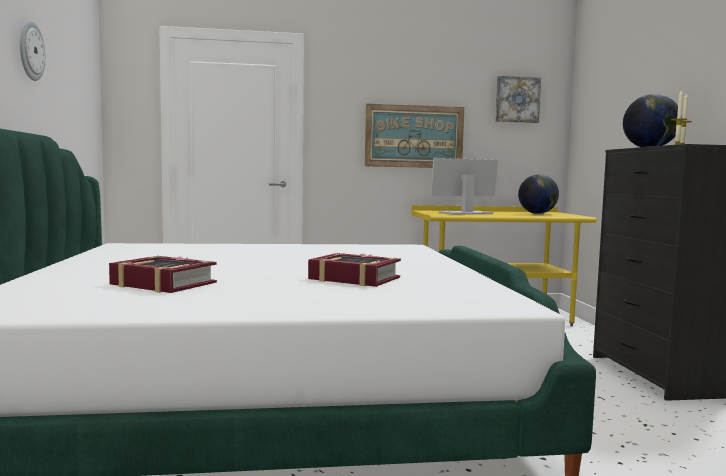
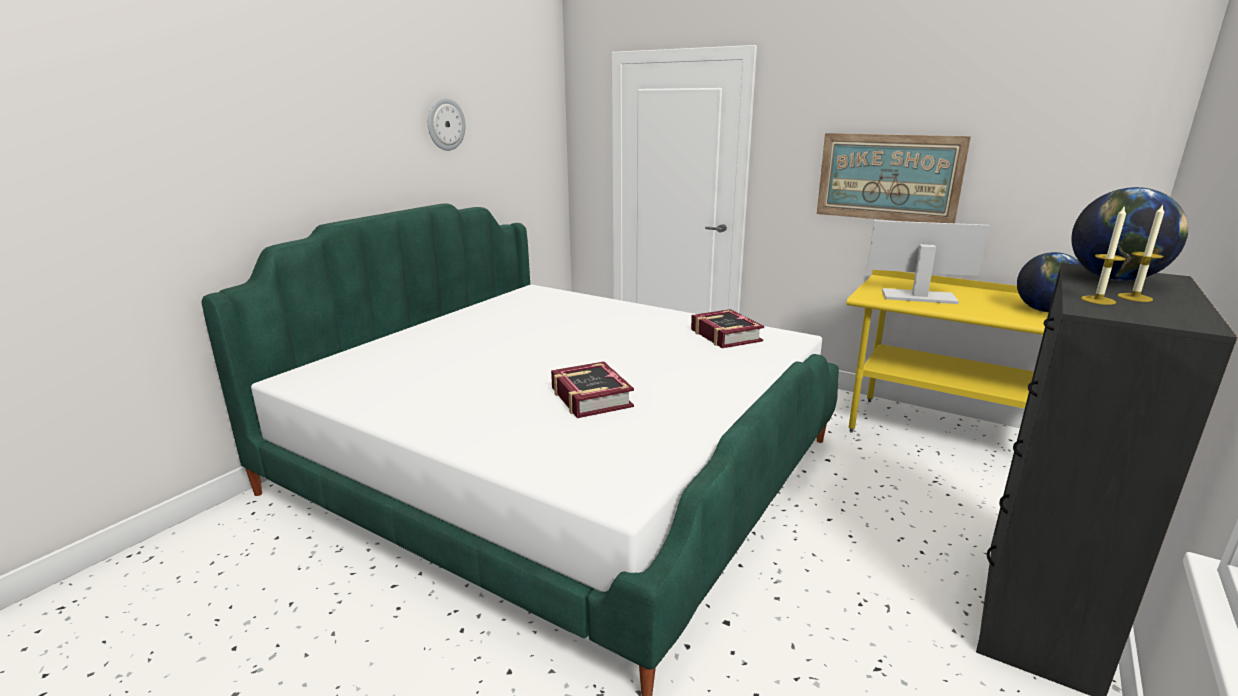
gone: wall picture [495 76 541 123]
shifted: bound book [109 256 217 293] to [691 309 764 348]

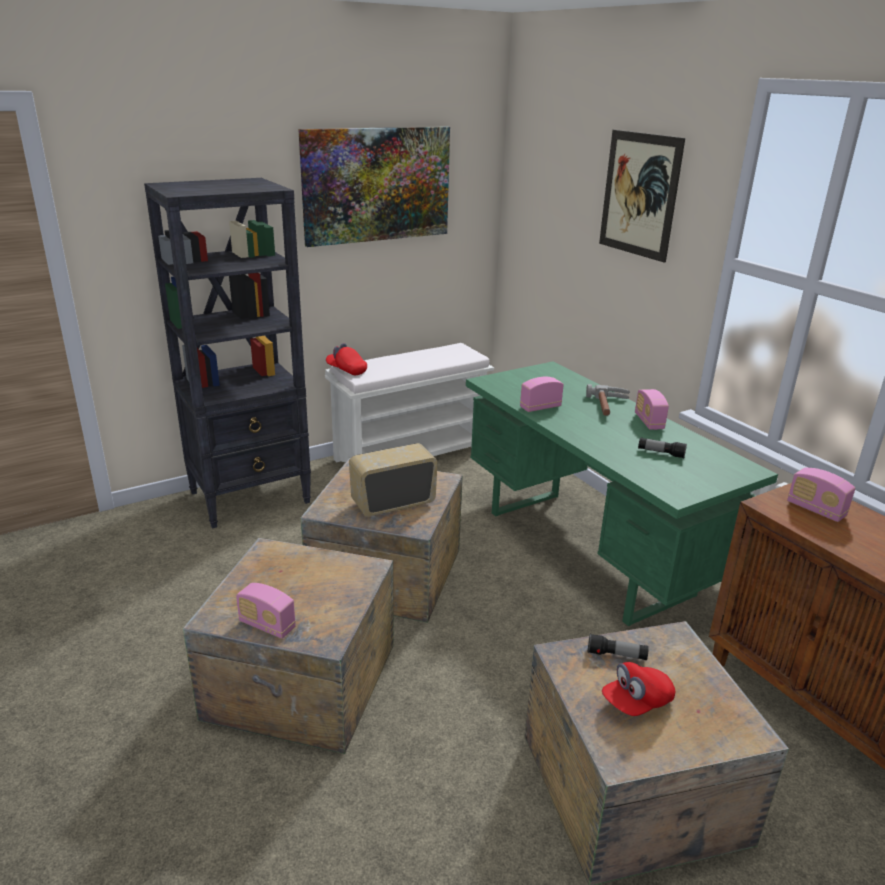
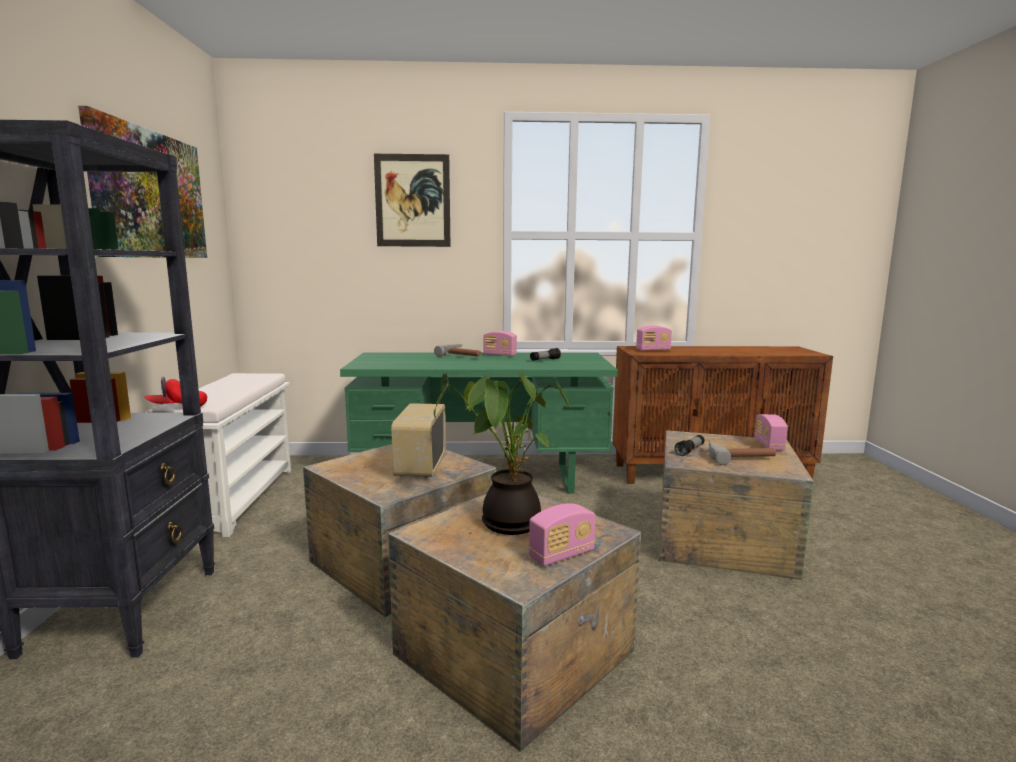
new: potted plant [434 370 571 535]
shifted: radio receiver [520 377 564 412] to [754 414 788 451]
swapped: cap (red-coloured) [602 662 675 716] to hammer [708 439 776 465]

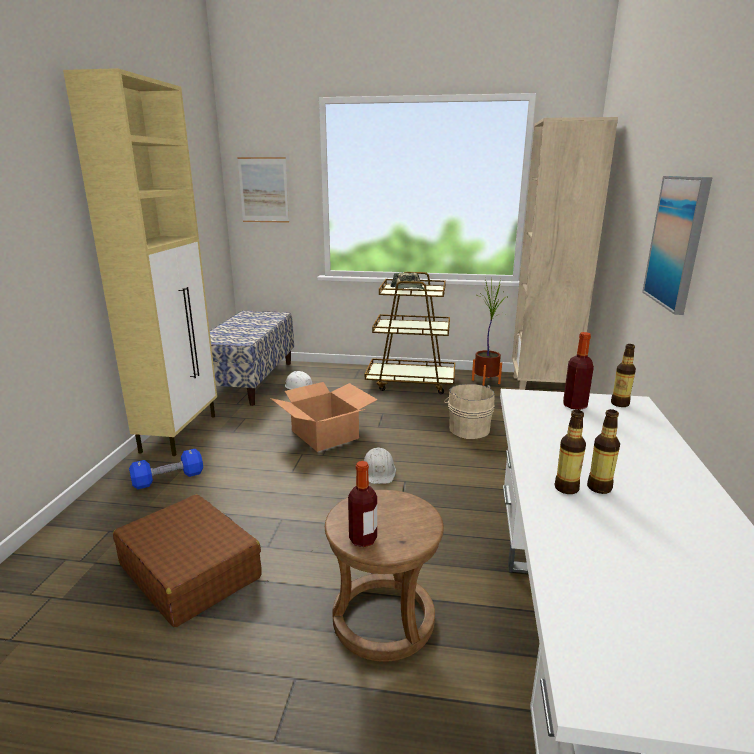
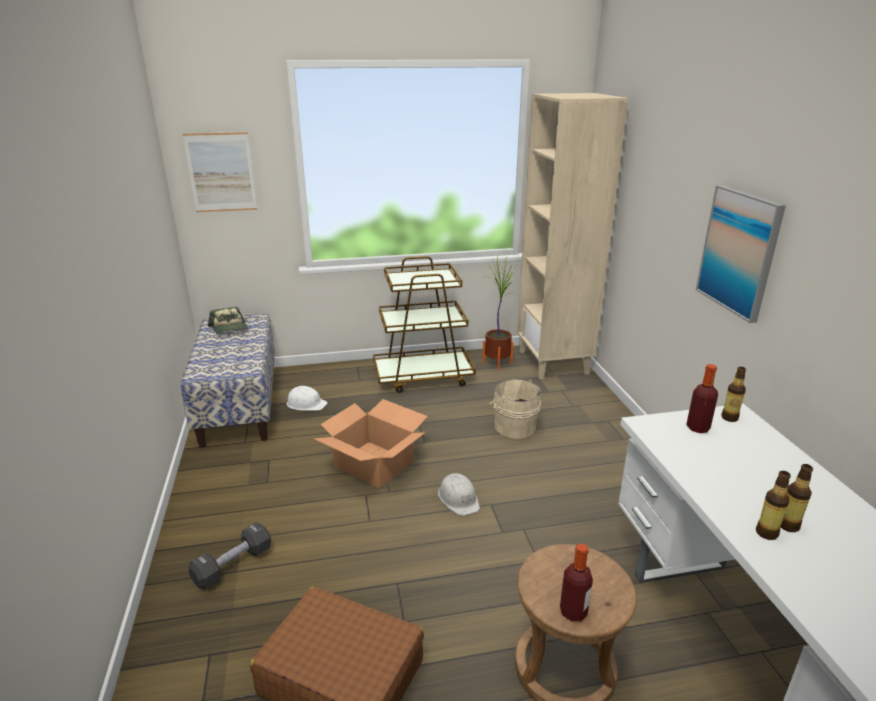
gone: cabinet (beige-coloured) [63 68 217 456]
shifted: cap [390 272 425 290] to [208 307 248 334]
repainted: free weight (blue-coloured) [129 449 203 489] to free weight (blackish) [188 522 271 589]

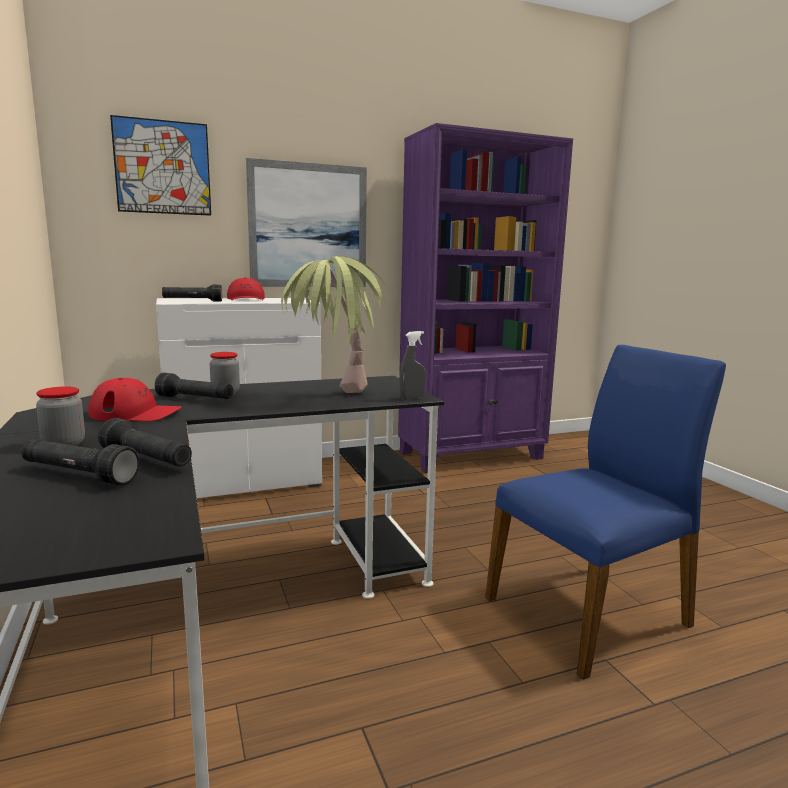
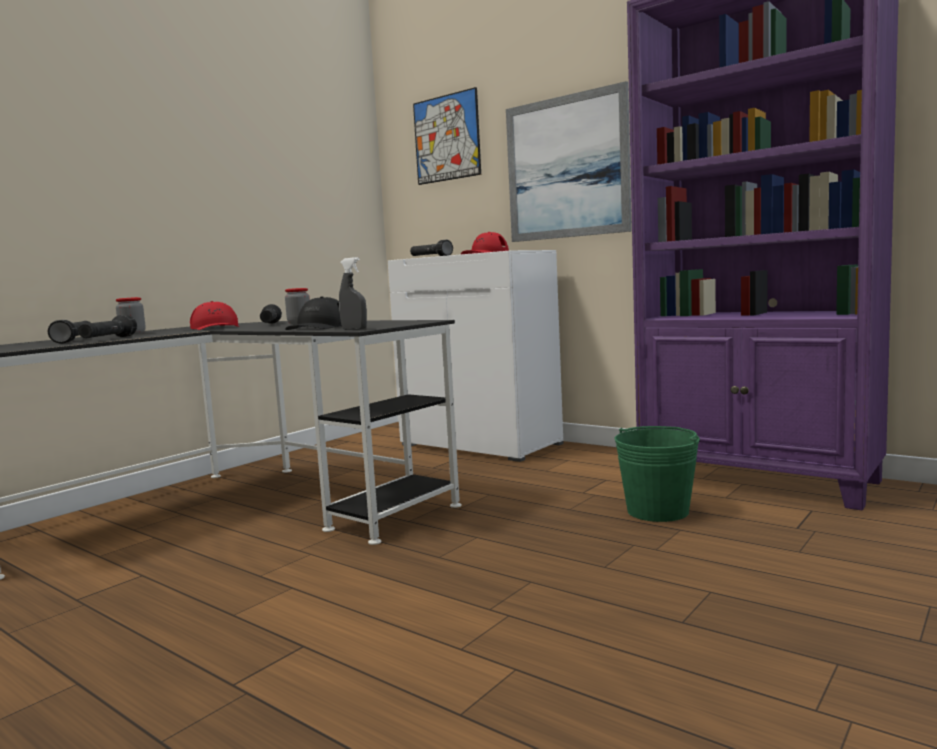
gone: chair (blue-coloured) [485 345 726 680]
new: water bucket (green) [614 426 700 522]
swapped: potted plant [281 256 390 393] to cap (blackish) [285 297 342 330]

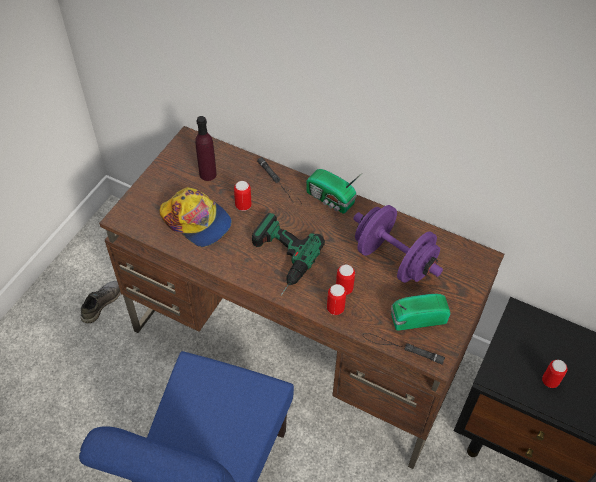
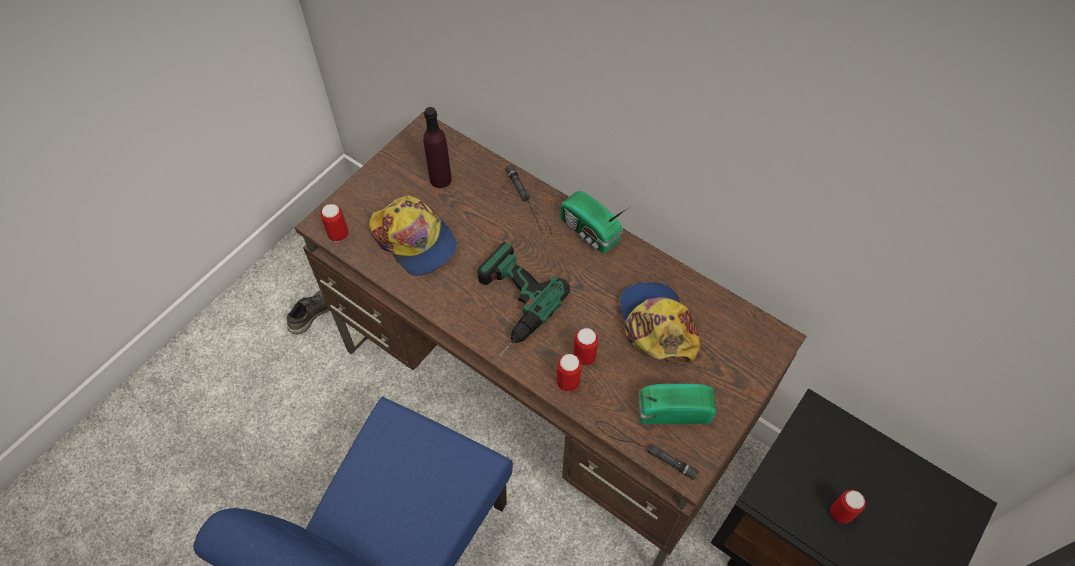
shifted: sealed can [234 181 252 211] to [321 204 349 242]
swapped: free weight (purplish) [353 205 443 283] to cap [620 282 700 364]

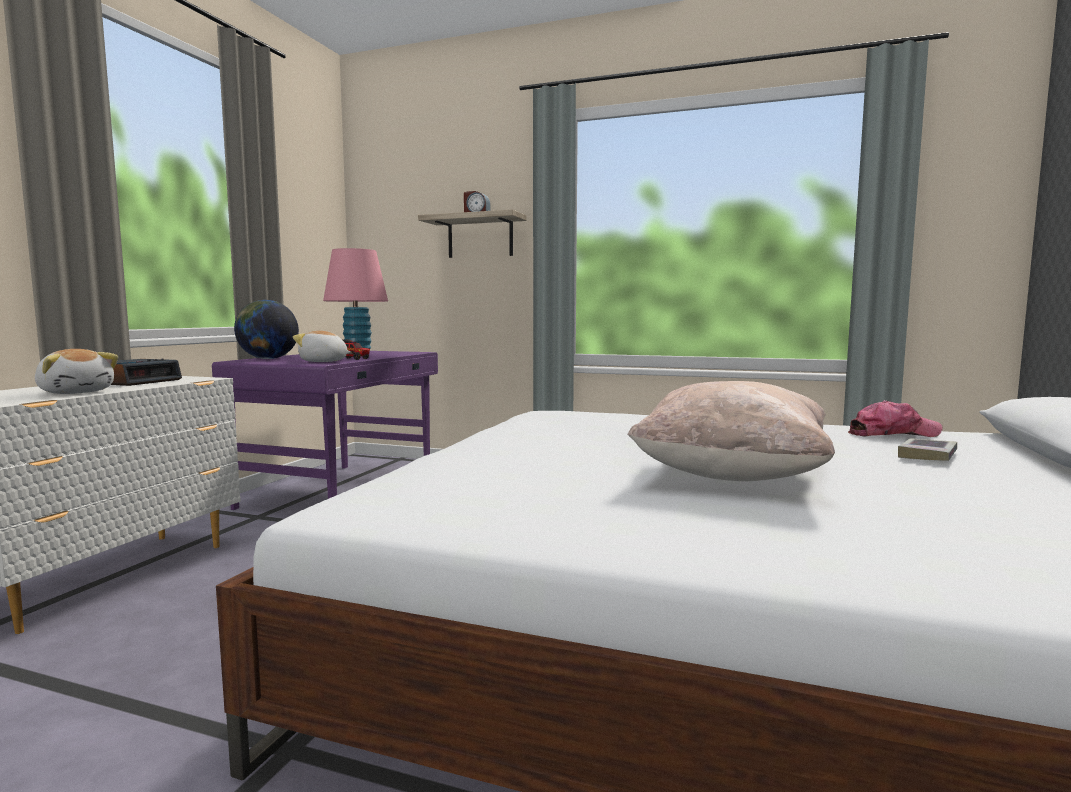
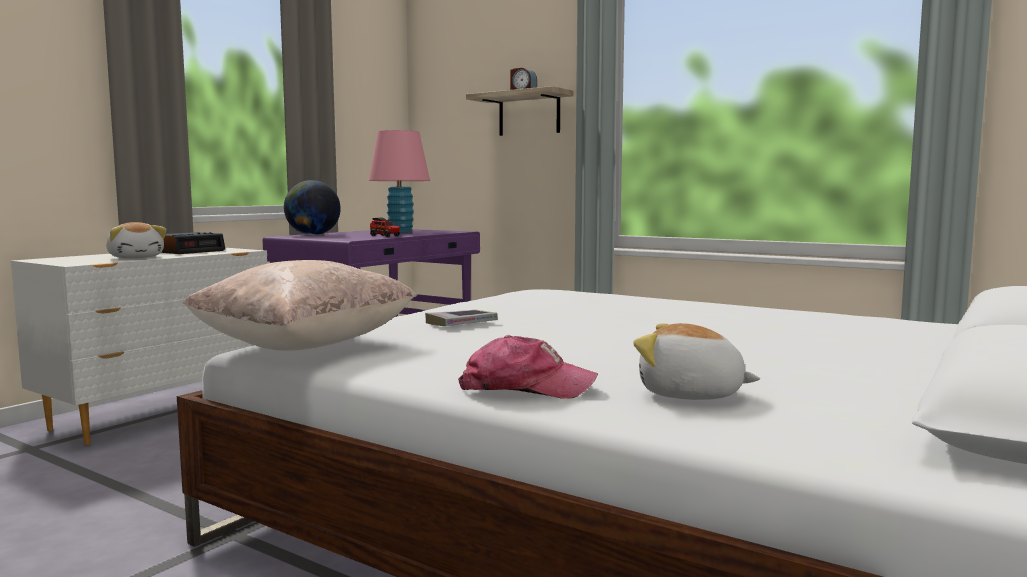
shifted: cuddly toy [293 331 351 362] to [633 323 760 400]; throw pillow (beige-coloured) [627 381 835 481] to [183 260 417 351]; cap [848 400 943 437] to [458 335 598 399]; bound book [898 439 957 461] to [425 310 498 326]

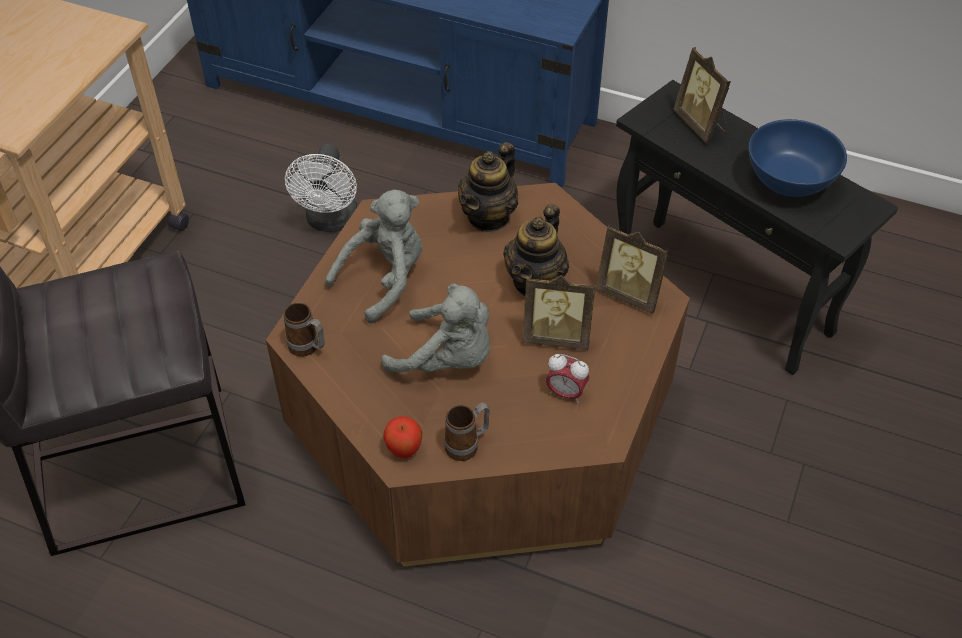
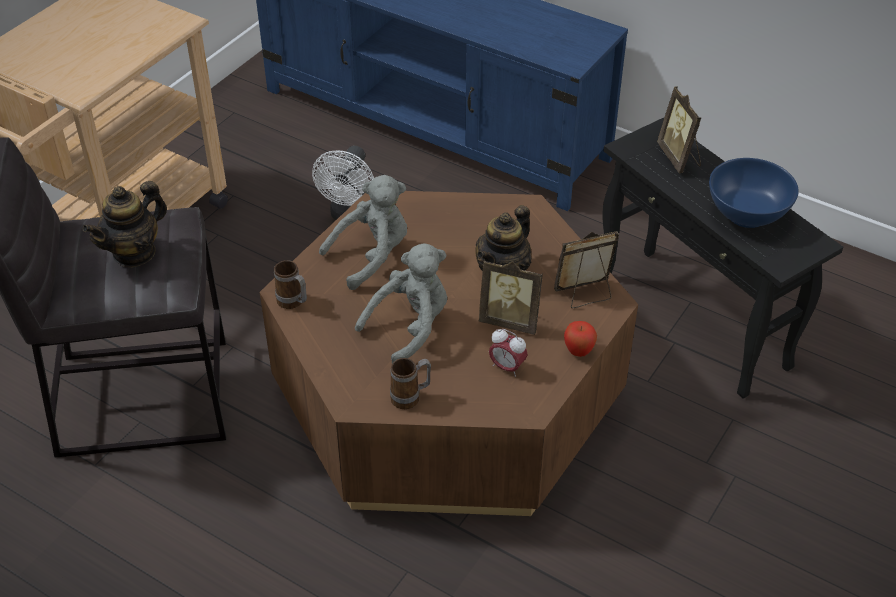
shifted: apple [383 416 422 458] to [564 321 597 357]; tea pot [458 142 518 232] to [83 181 167 268]
rotated: cuddly toy (gray) [382 284 490 373] = [355 243 447 363] 75 degrees counterclockwise; photo frame [596 225 669 314] = [554 231 619 308] 120 degrees clockwise

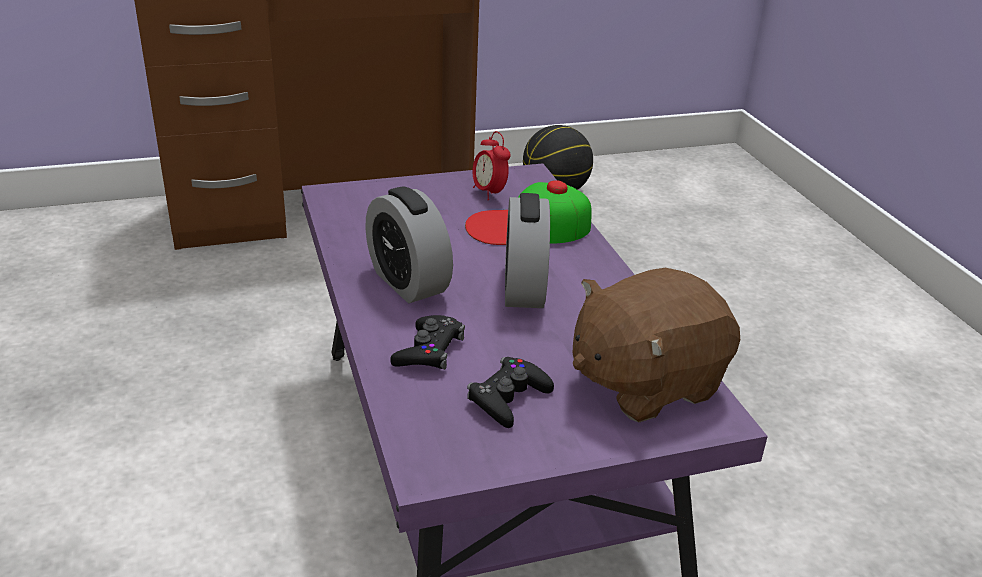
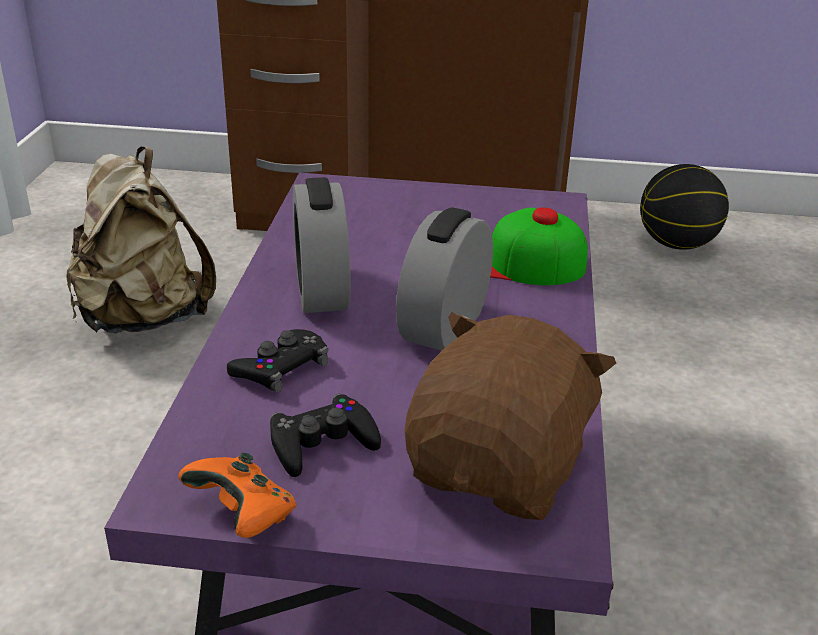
gone: table clock [473 131 511 200]
new: rucksack (beige-coloured) [66 147 216 333]; gamepad (orange-coloured) [179 452 296 538]
rotated: cuddly toy (brown) [573 268 740 422] = [404 312 616 520] 120 degrees clockwise

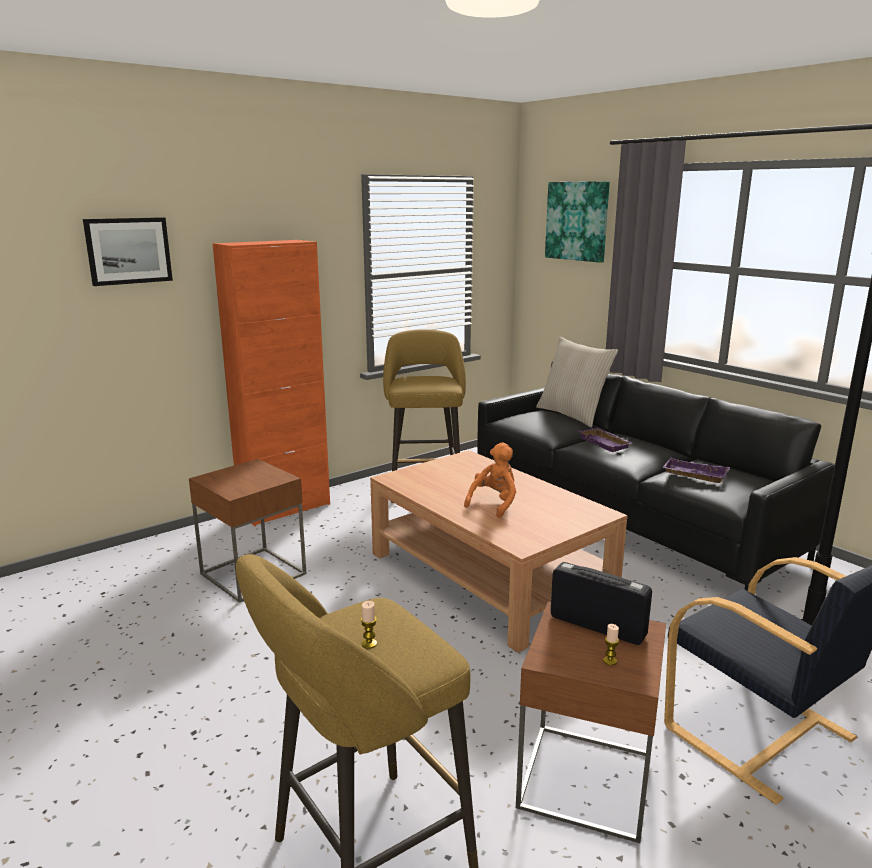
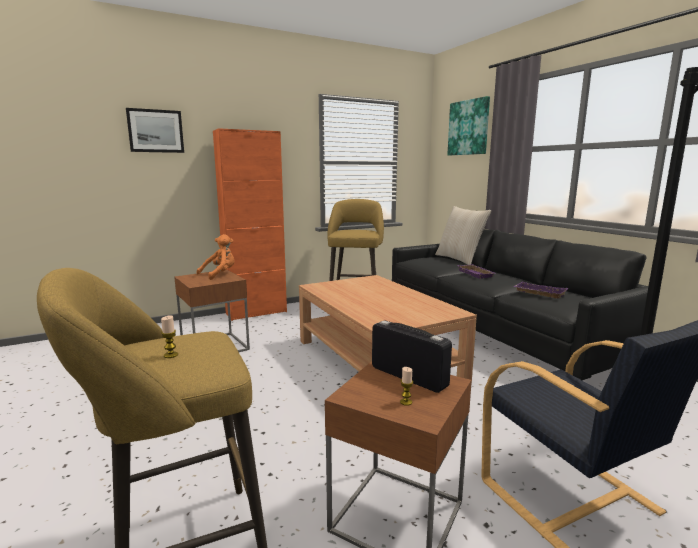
shifted: cuddly toy (orange-coloured) [464 442 516 518] to [196 234 235 280]

